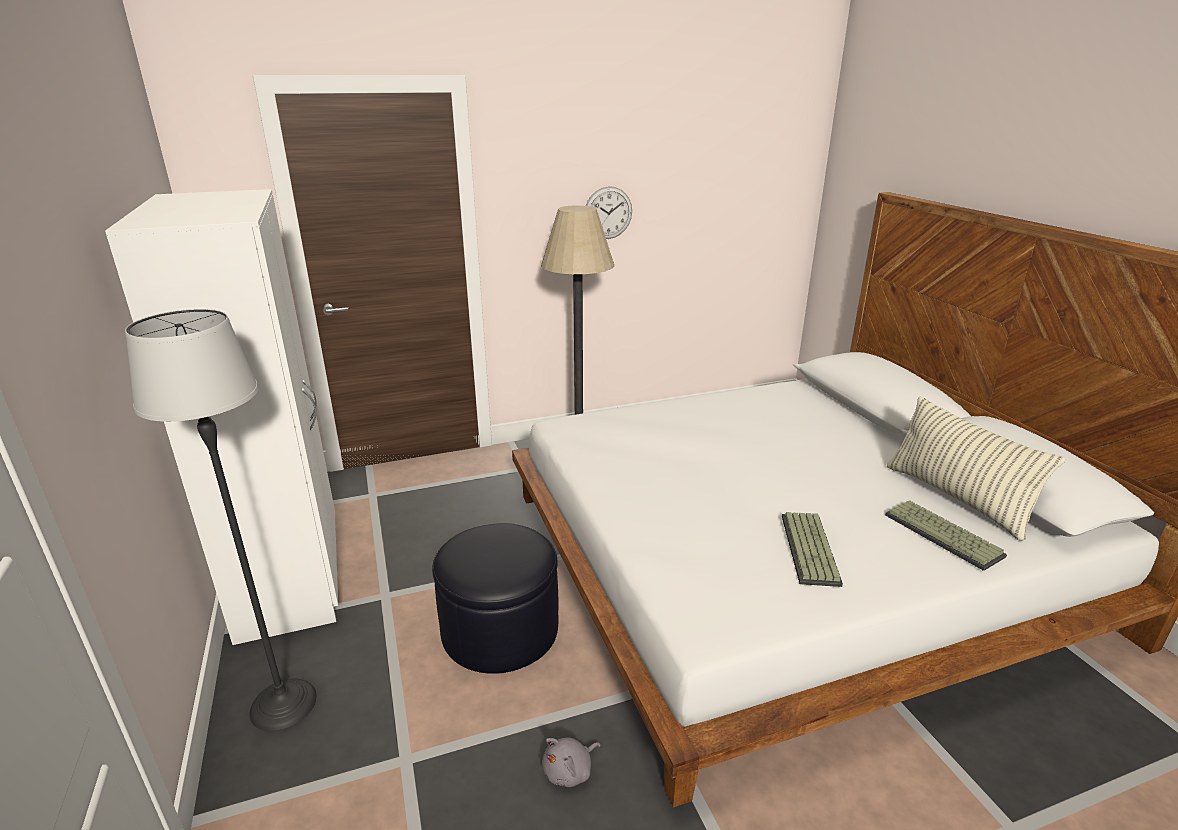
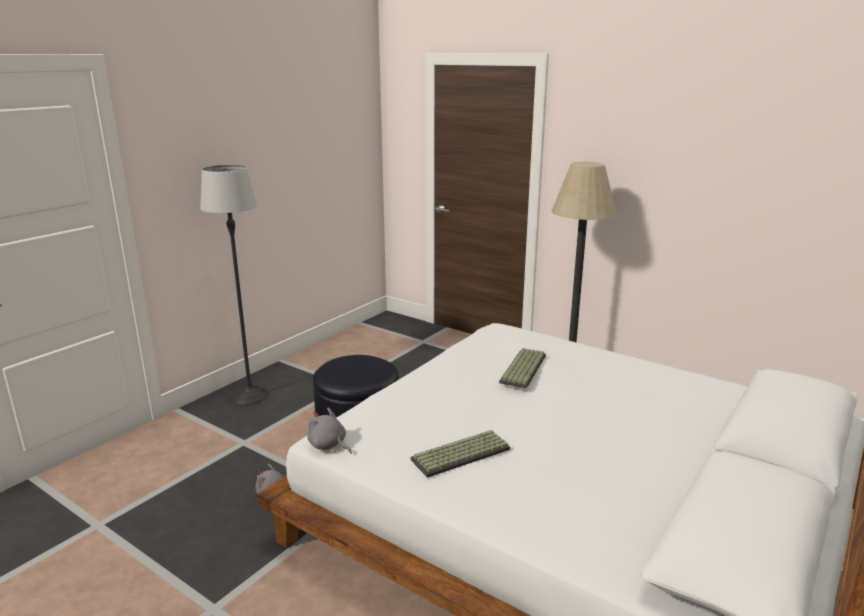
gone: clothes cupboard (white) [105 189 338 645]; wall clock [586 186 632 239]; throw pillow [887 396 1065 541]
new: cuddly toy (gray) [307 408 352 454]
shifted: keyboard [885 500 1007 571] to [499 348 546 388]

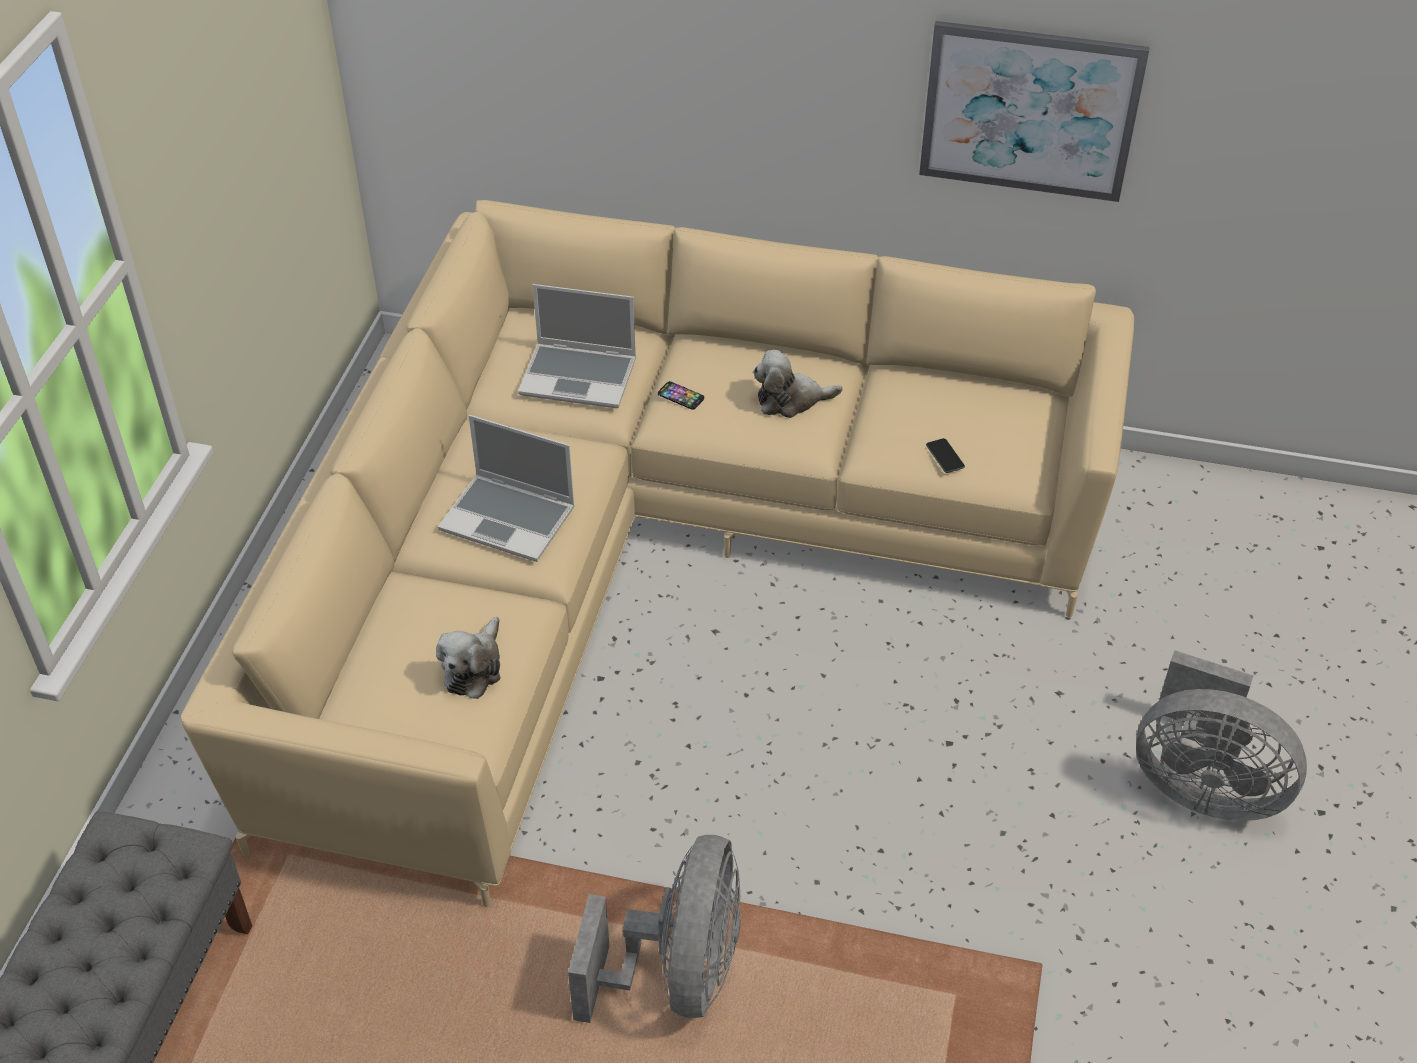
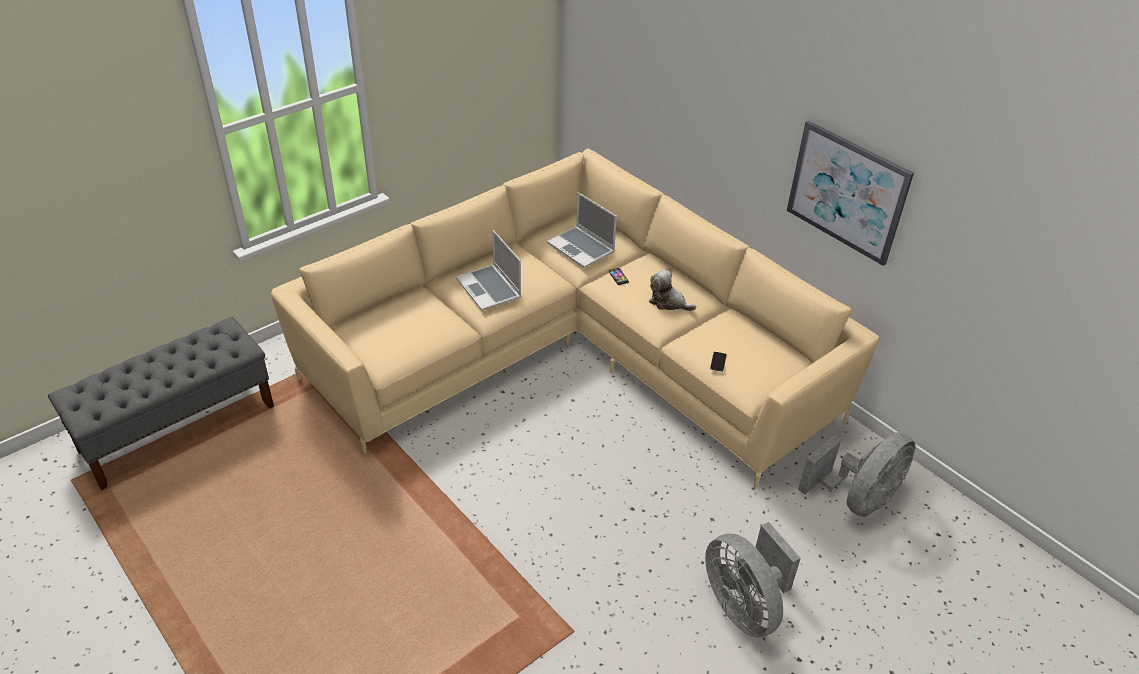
gone: cuddly toy [436 617 500 699]
shifted: electric fan (gray) [568 835 741 1023] to [798 432 916 517]

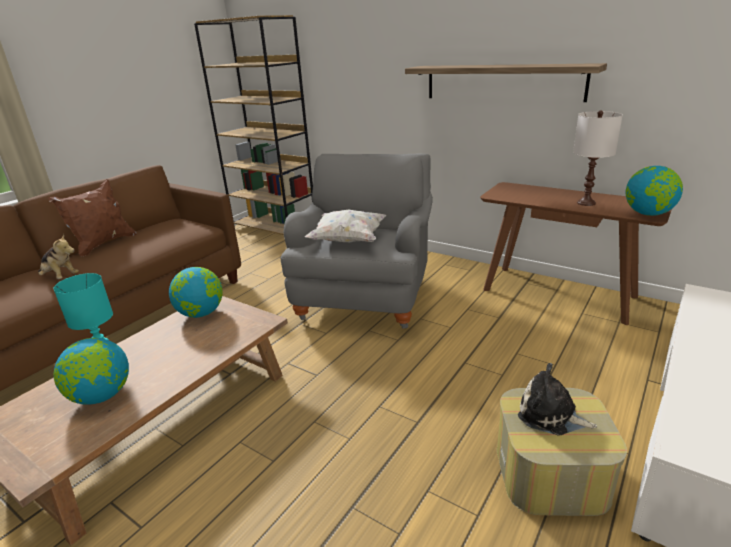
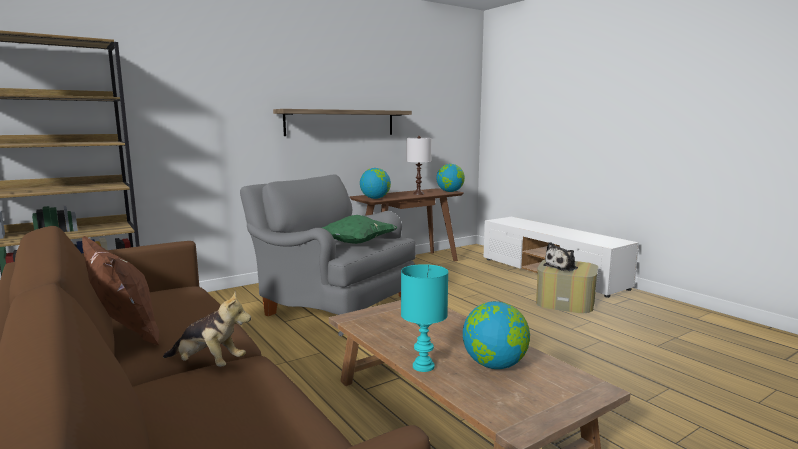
shifted: desk globe [169 267 223 318] to [360 168 391 199]
repainted: throw pillow (white) [305 209 386 242] to throw pillow (green) [322 215 398 244]
rotated: cuddly toy [38 233 79 279] = [163 291 251 367] 60 degrees clockwise

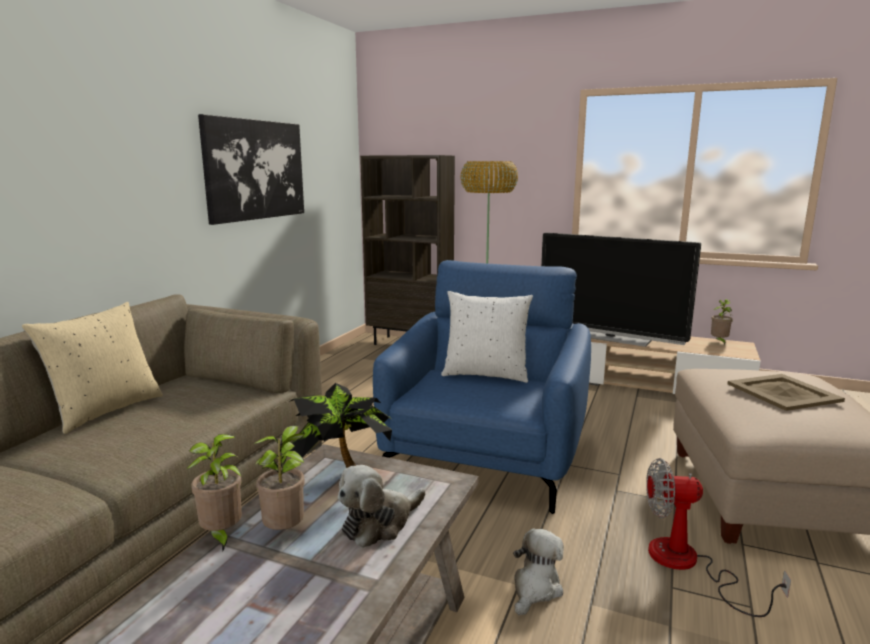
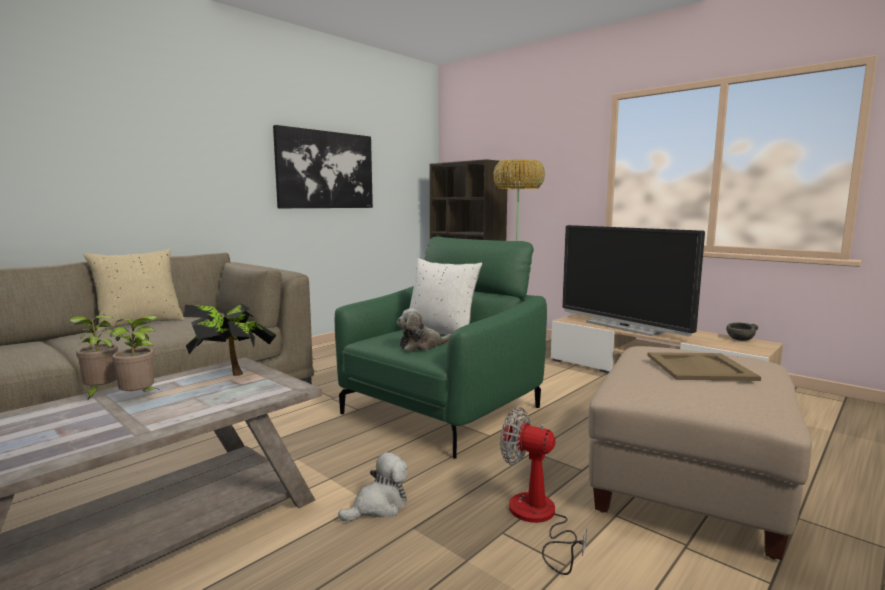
shifted: cuddly toy [338 465 425 548] to [397 308 451 351]
swapped: potted plant [711 299 733 345] to serving bowl (gray) [726 323 758 341]
repainted: armchair (blue-coloured) [373 260 591 514] to armchair (green) [335 237 547 459]

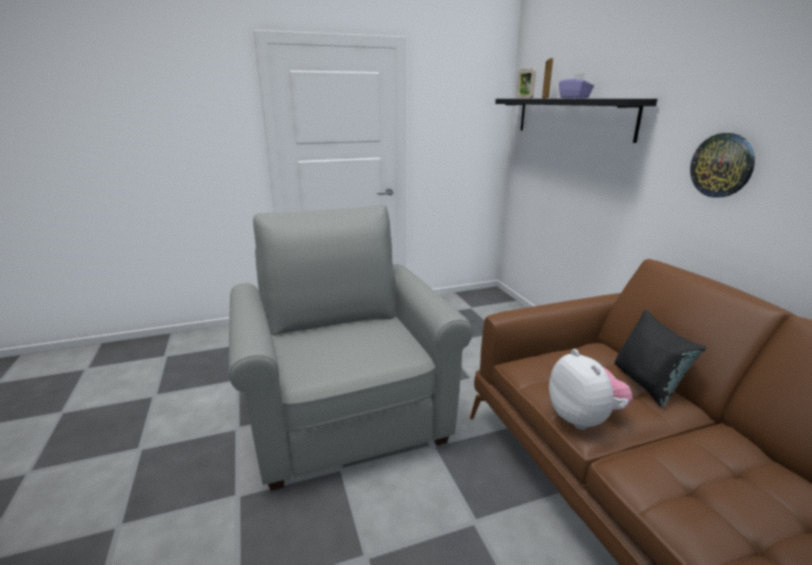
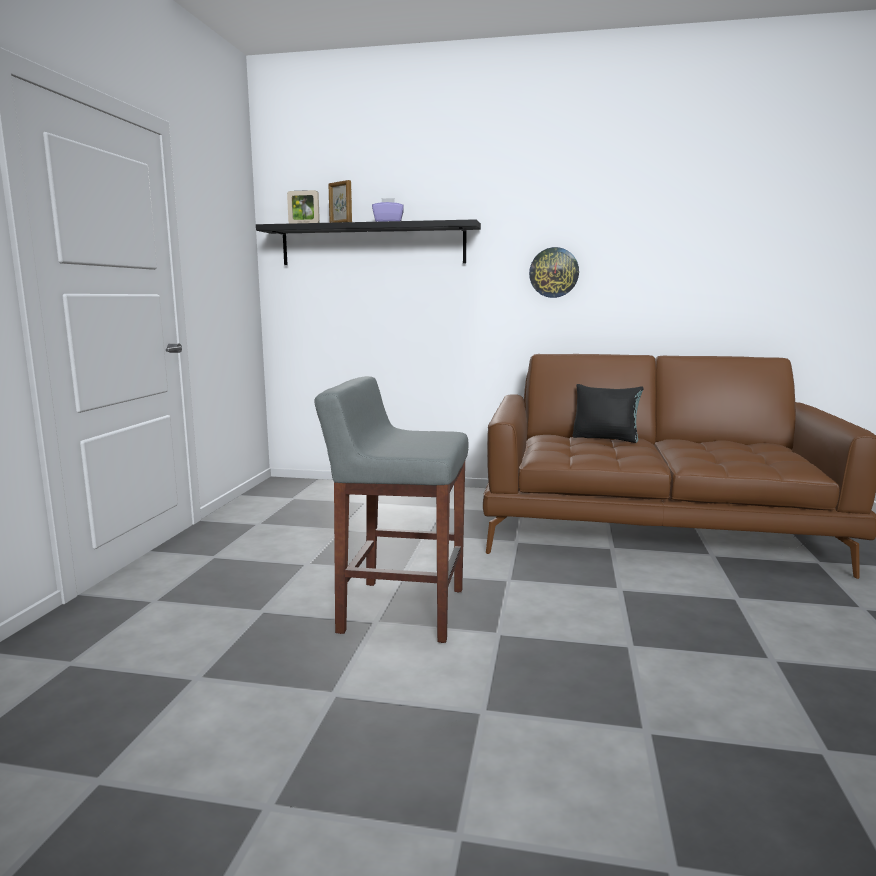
gone: cuddly toy [549 349 633 430]
swapped: armchair (gray) [229 204 473 491] to sitting stool (gray) [314 376 468 643]

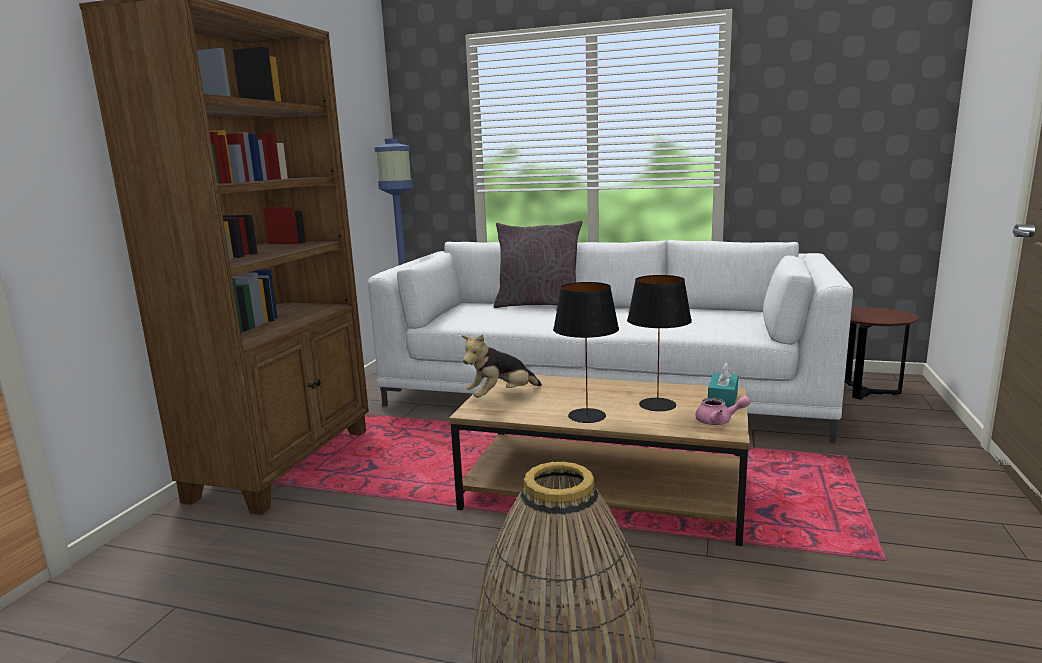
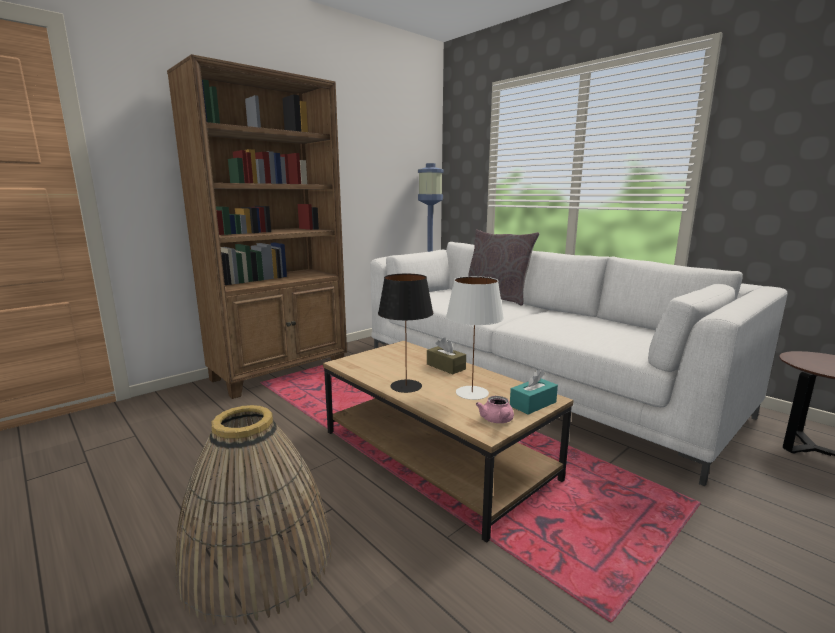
gone: cuddly toy [462 334 542 398]
new: tissue box (brown) [427 337 466 374]
repainted: table lamp (blackish) [627 275 692 411] to table lamp (white) [446 276 504 400]
rotated: tea pot (pink) [695 396 751 425] = [476 396 514 423] 45 degrees clockwise

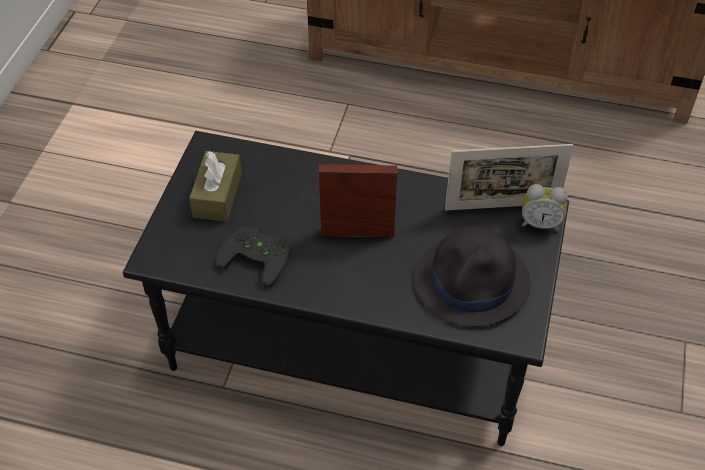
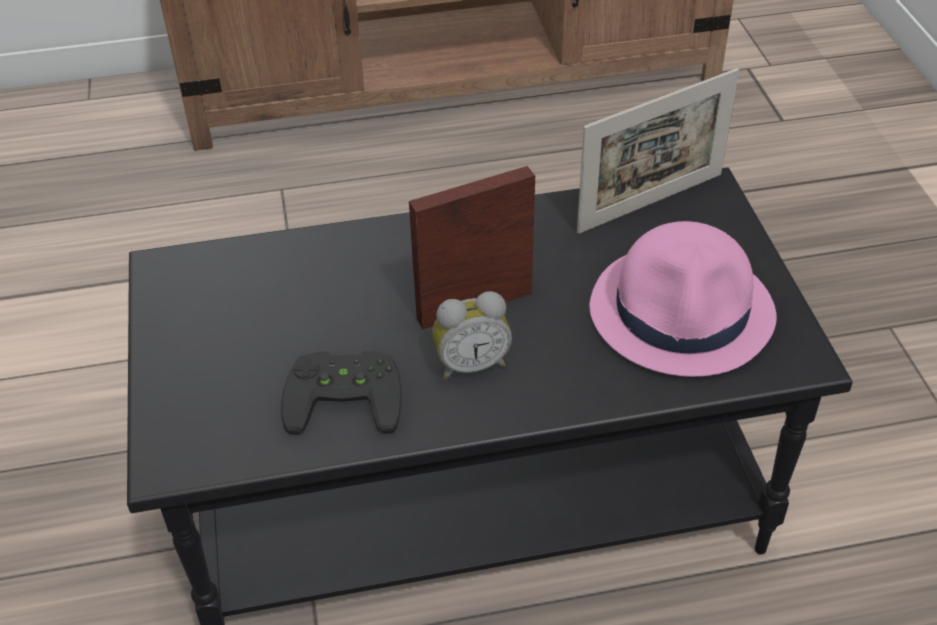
gone: tissue box (brown) [189 151 242 222]
shifted: table clock [522 184 568 232] to [432 291 512 380]
repainted: hat (blackish) [414 226 531 327] to hat (pink) [590 221 777 377]

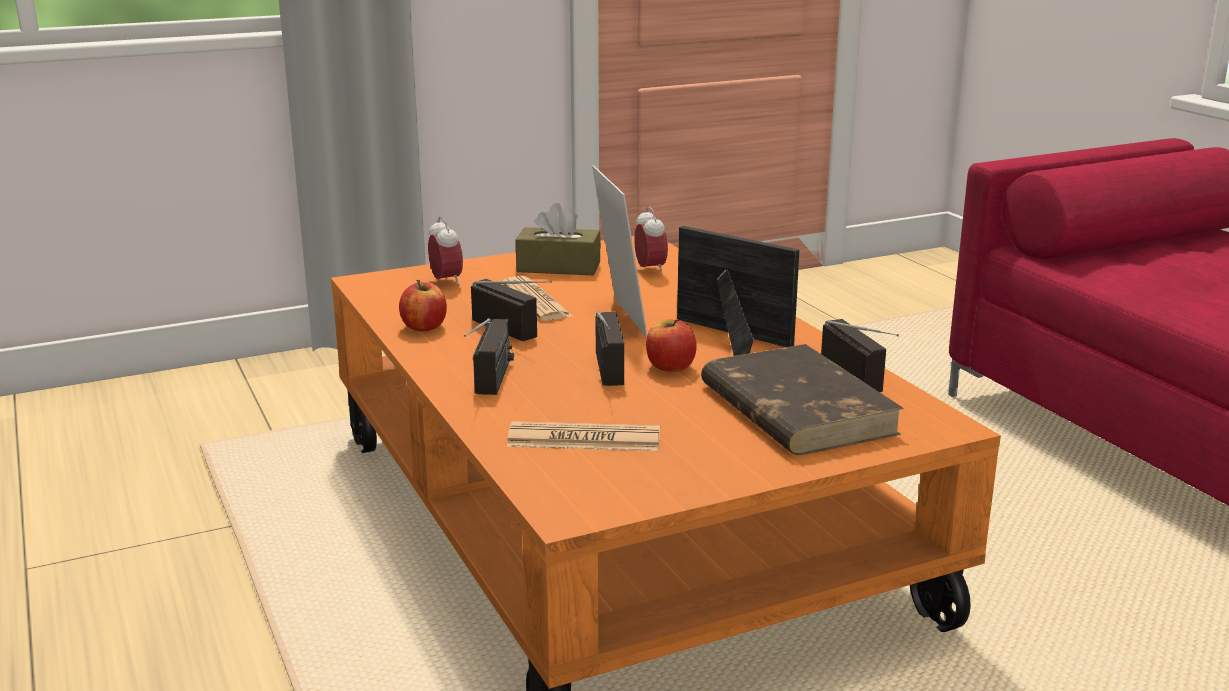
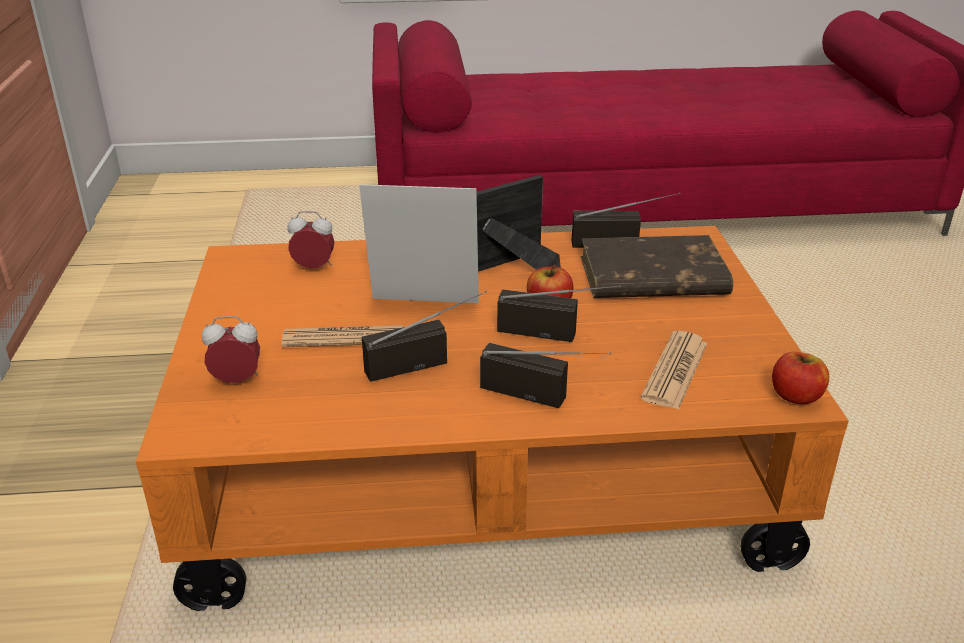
gone: tissue box (brown) [515 203 601 275]
shifted: apple [399 280 447 331] to [772 352 829 404]

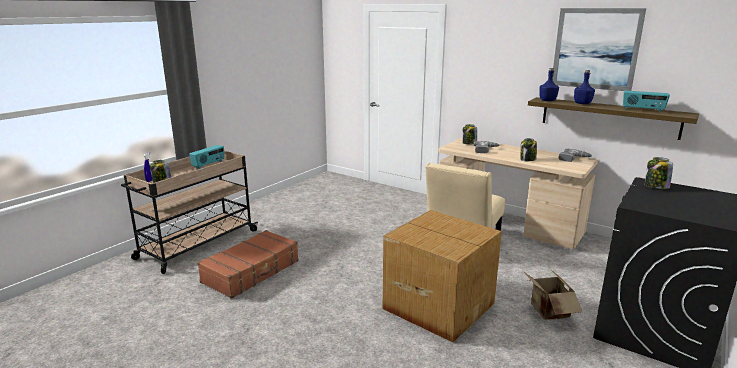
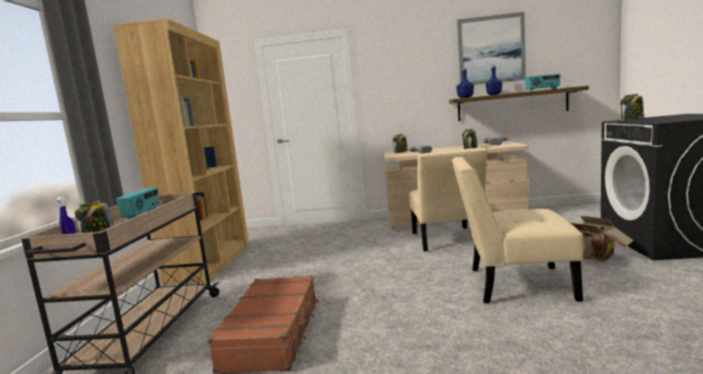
new: shelving unit (brown) [113 18 249 285]
swapped: carton [383 210 502 343] to chair (beige-coloured) [452 157 583 303]

